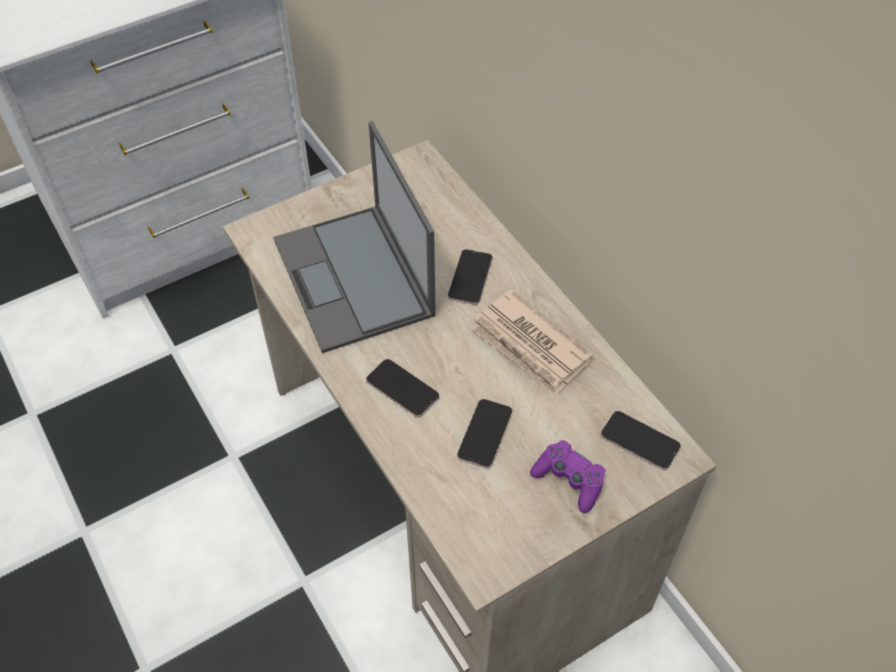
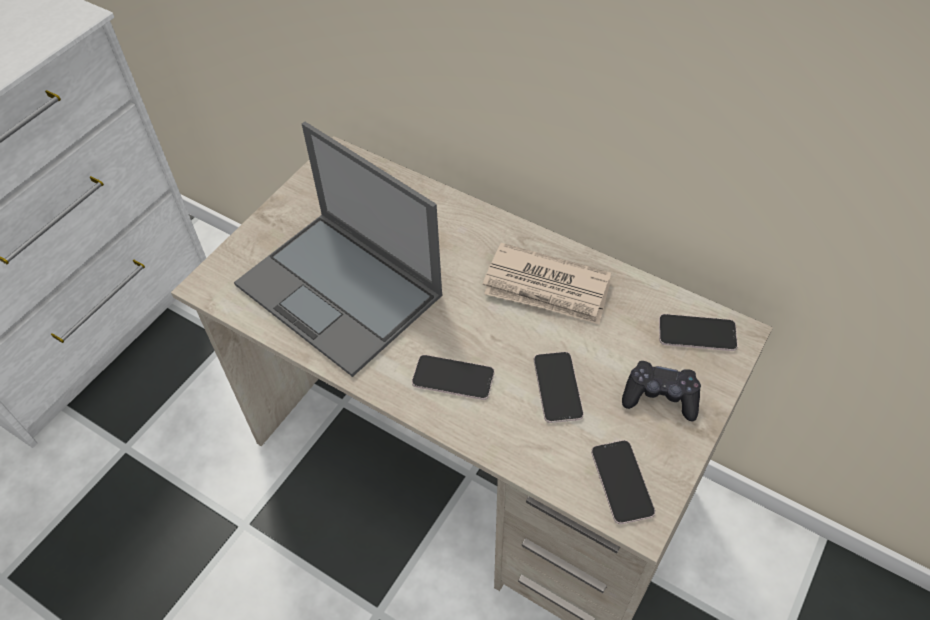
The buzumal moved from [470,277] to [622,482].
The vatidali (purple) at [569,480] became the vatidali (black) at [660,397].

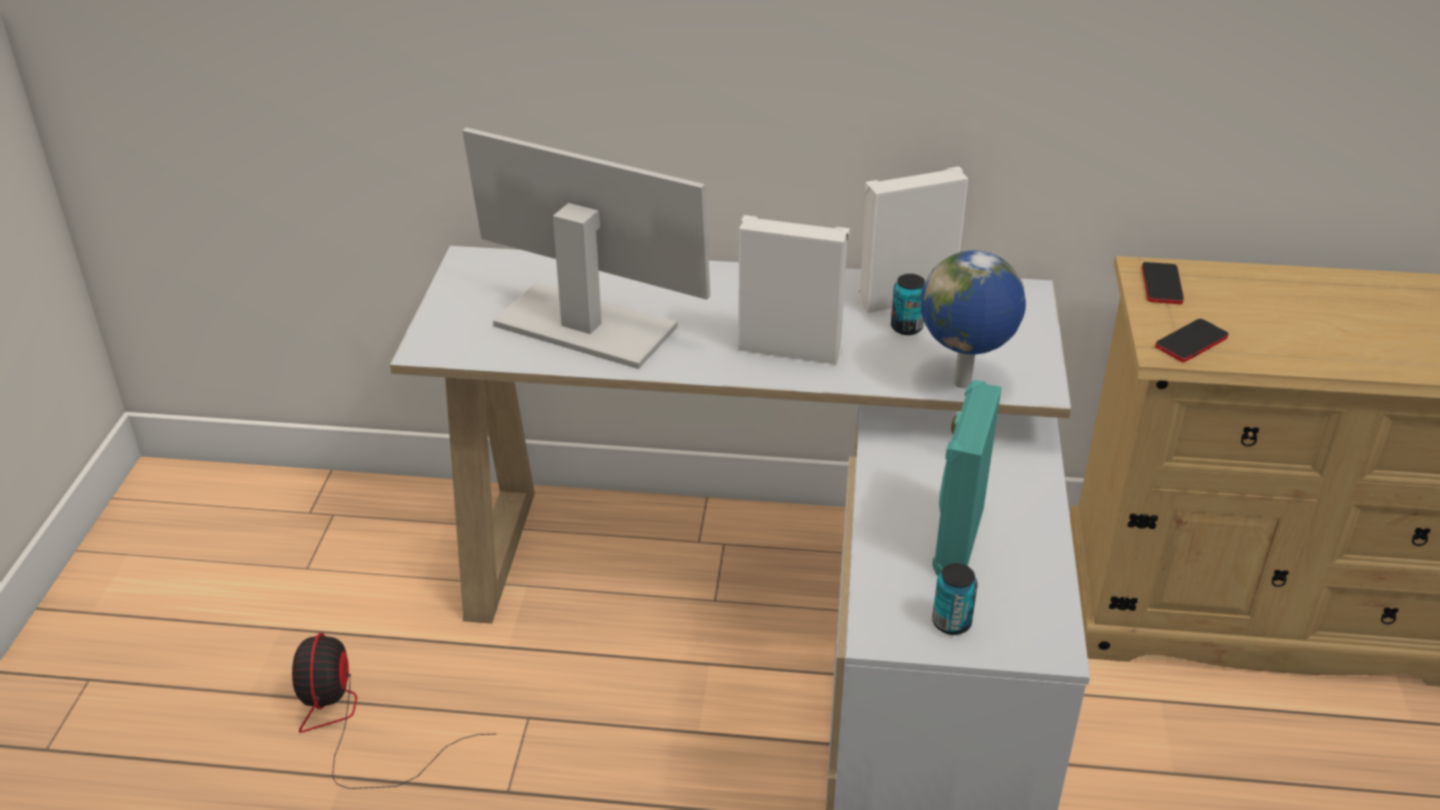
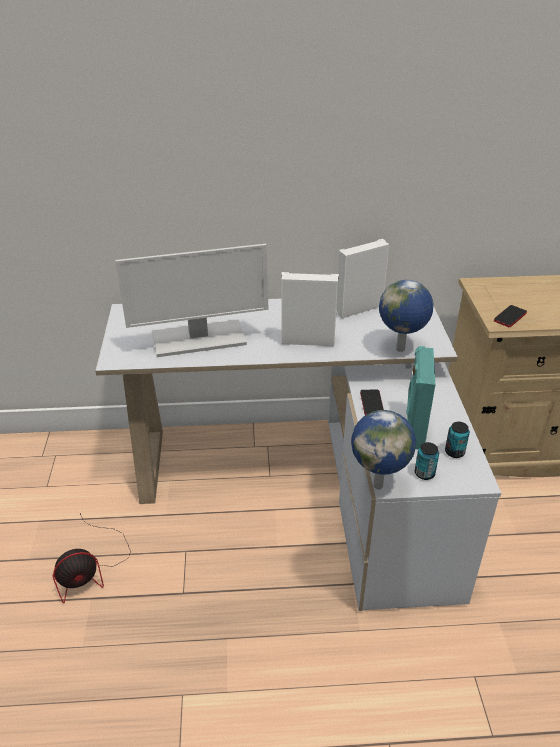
The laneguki at [353,726] turned 105 degrees counterclockwise.
The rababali at [587,326] turned 150 degrees clockwise.
The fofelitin moved from [906,327] to [454,452].
The buzumal moved from [1161,284] to [371,403].
The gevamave at [379,485] appeared.

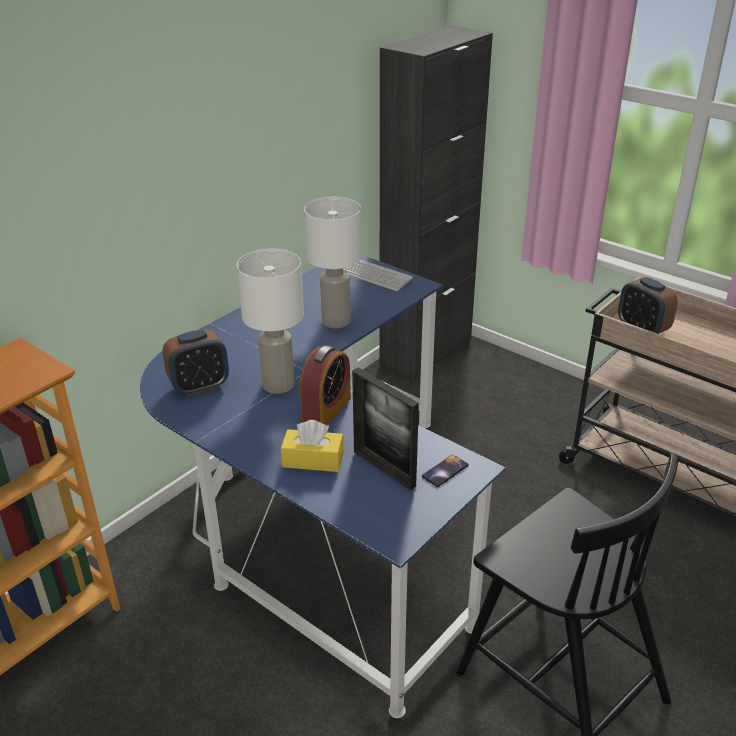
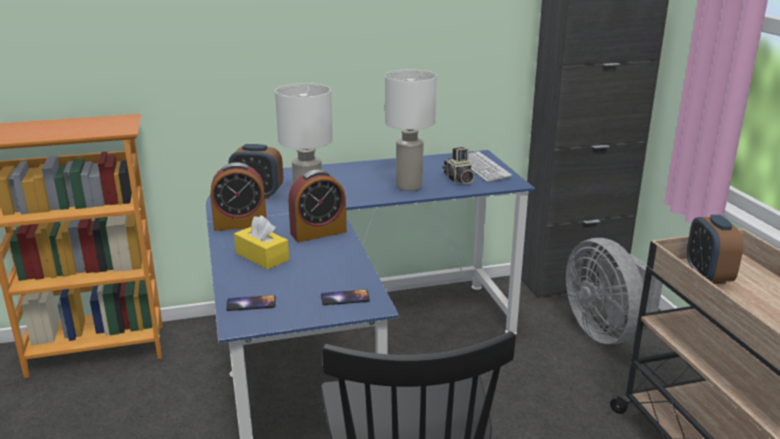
The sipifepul at [384,468] disappeared.
The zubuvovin at [240,224] appeared.
The buzumal at [251,303] appeared.
The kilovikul at [458,180] appeared.
The laneguki (grey) at [606,331] appeared.

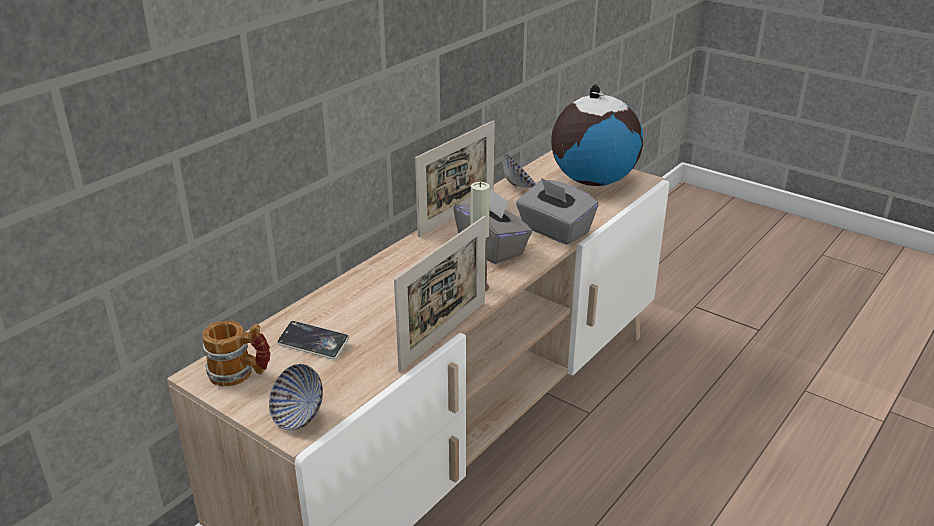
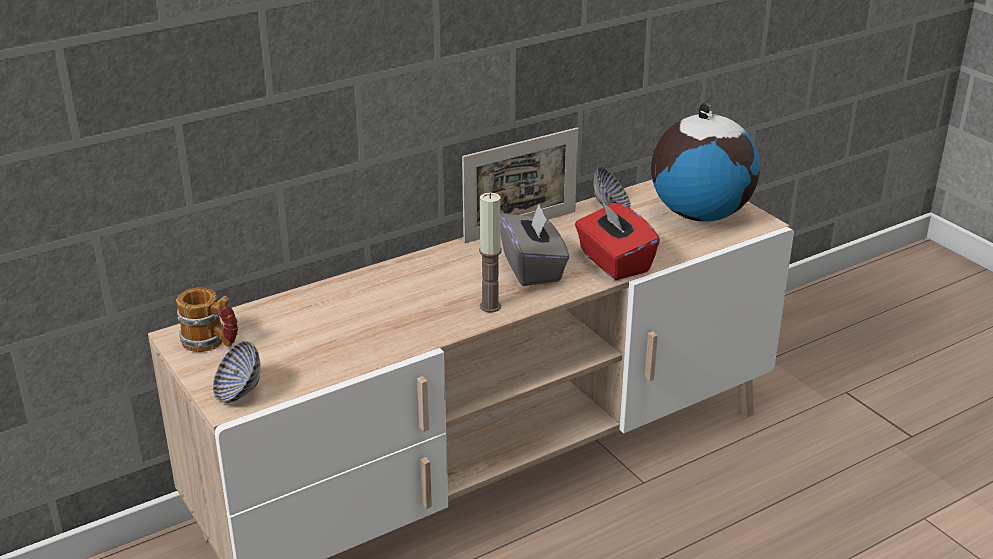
The buzumal at [313,344] disappeared.
The sipifepul at [444,335] disappeared.
The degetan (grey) at [554,231] became the degetan (red) at [614,262].

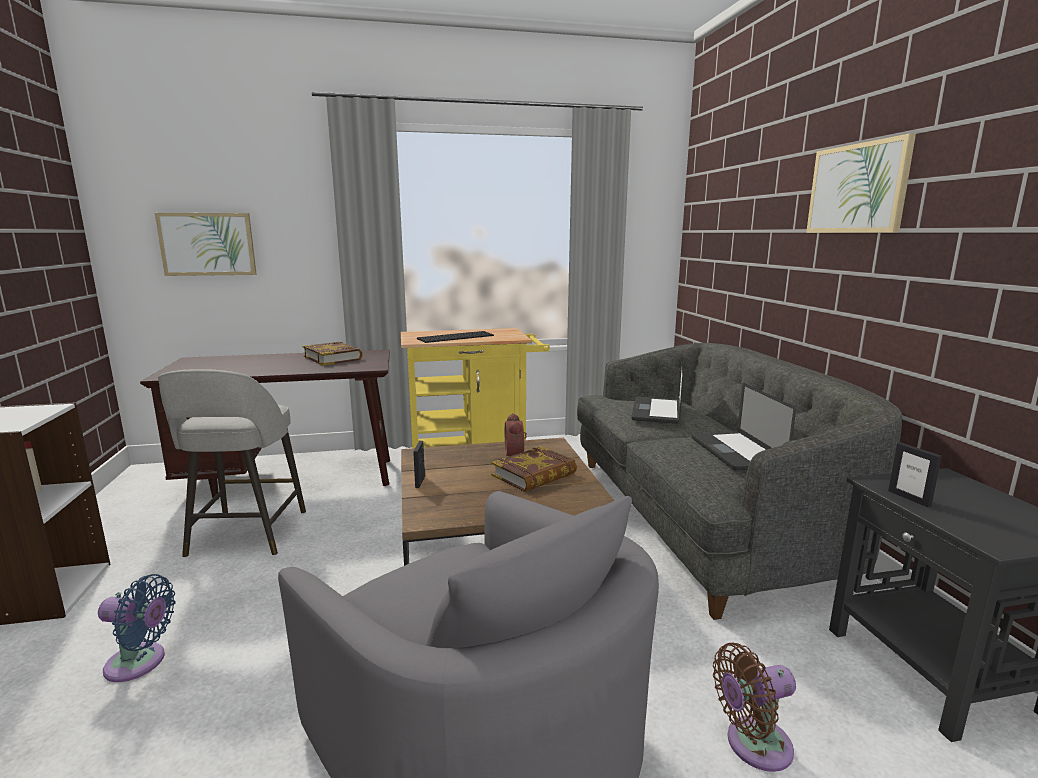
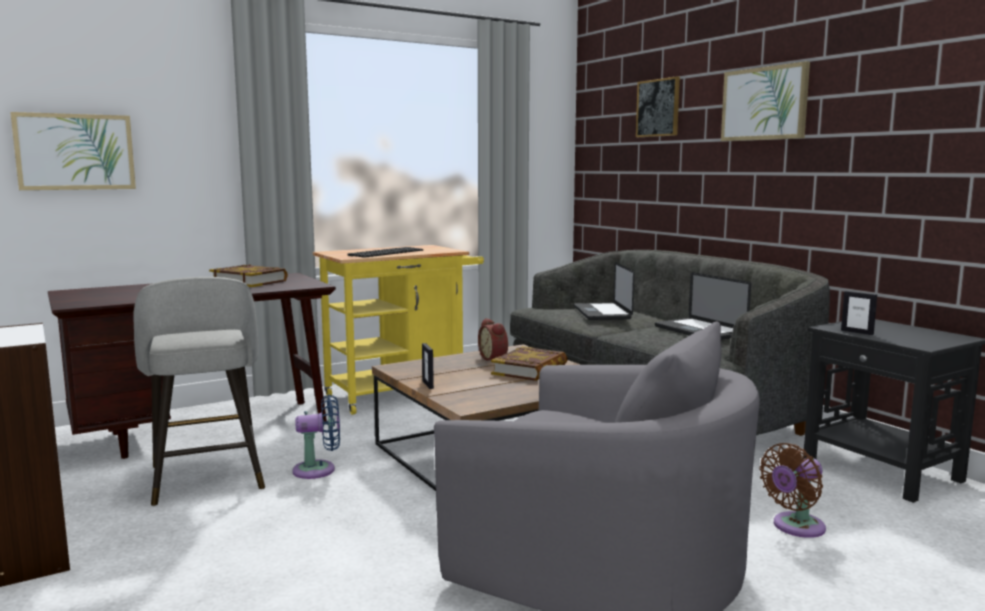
The laneguki (blue) moved from [140,663] to [319,470].
The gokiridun at [658,108] appeared.

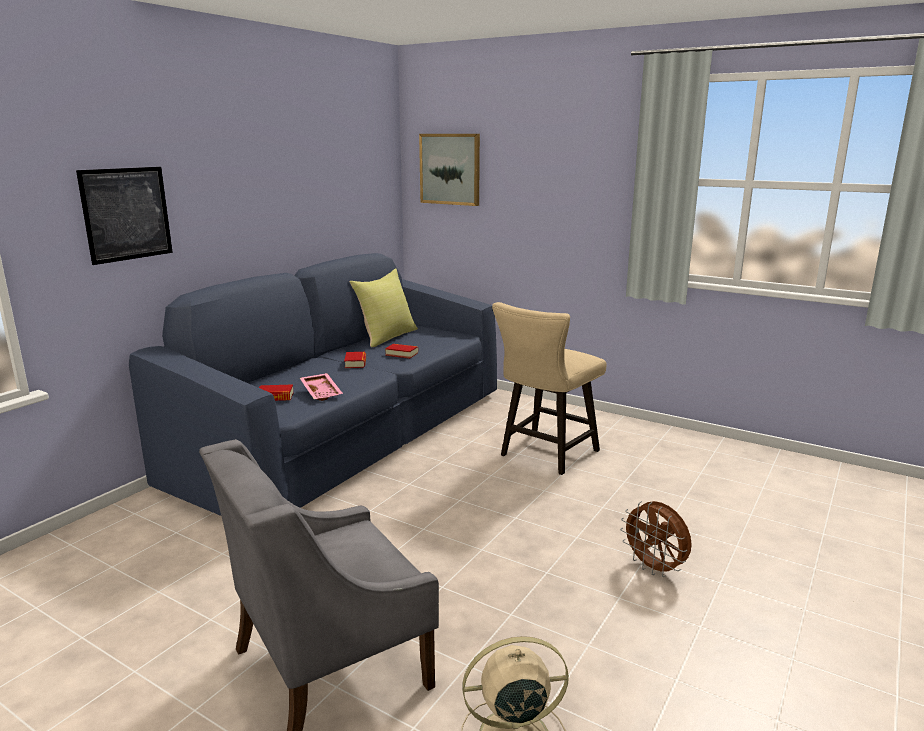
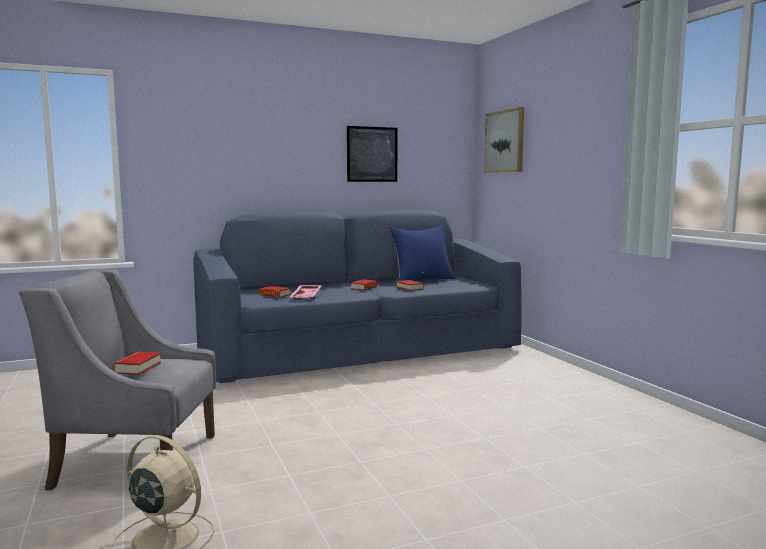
The gokiridun moved from [127,214] to [372,154].
The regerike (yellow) at [386,337] became the regerike (blue) at [422,280].
The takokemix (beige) at [545,455] disappeared.
The laneguki (brown) at [654,568] disappeared.
The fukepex at [138,368] appeared.

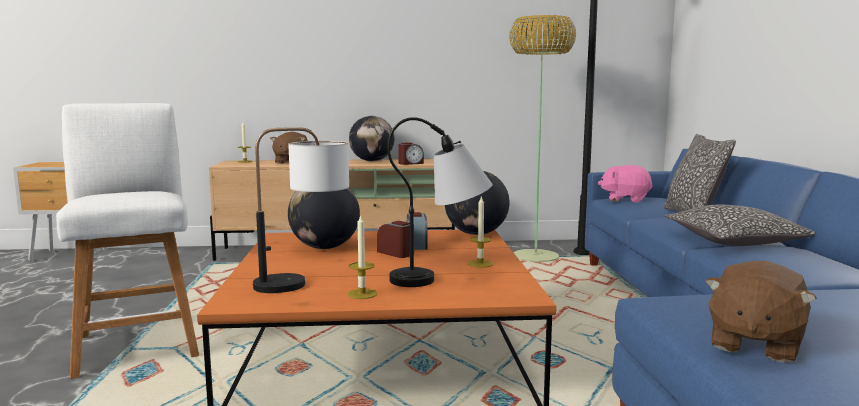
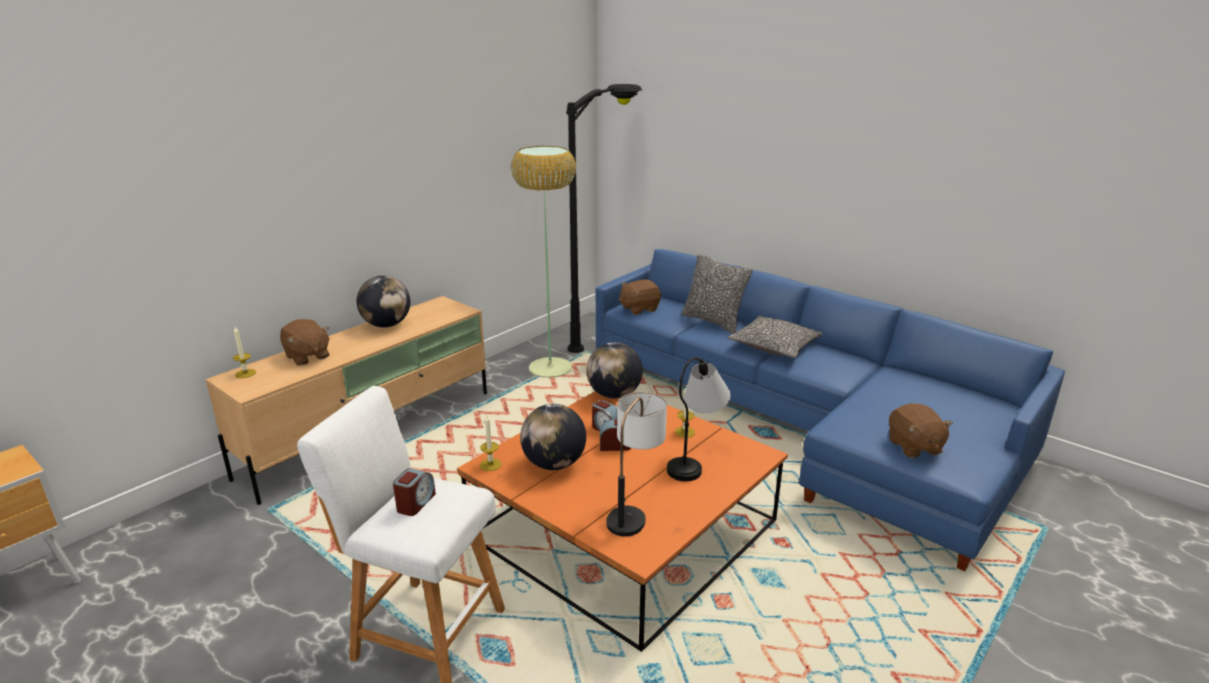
The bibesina moved from [362,294] to [490,464].
The zubuvovin moved from [410,163] to [415,503].
The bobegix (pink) at [625,199] became the bobegix (brown) at [639,309].

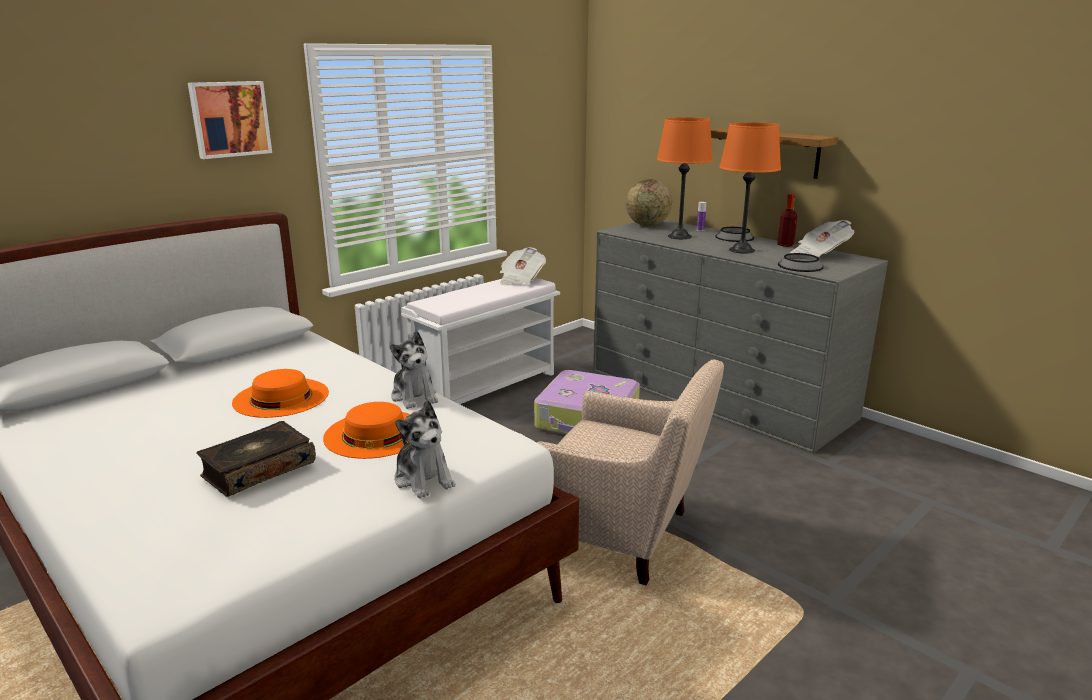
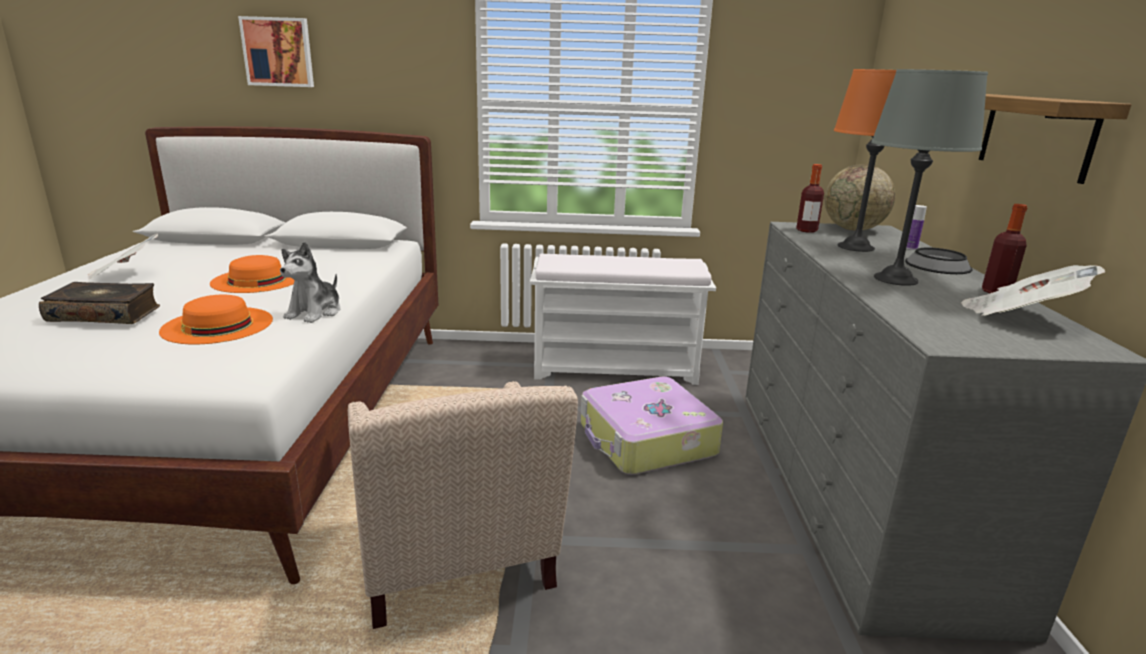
The gokiridun moved from [229,119] to [278,52].
The bobegix at [424,479] disappeared.
The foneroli moved from [520,280] to [124,275].
The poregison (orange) at [742,250] became the poregison (grey) at [895,279].
The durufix at [800,266] disappeared.
The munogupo at [806,230] appeared.

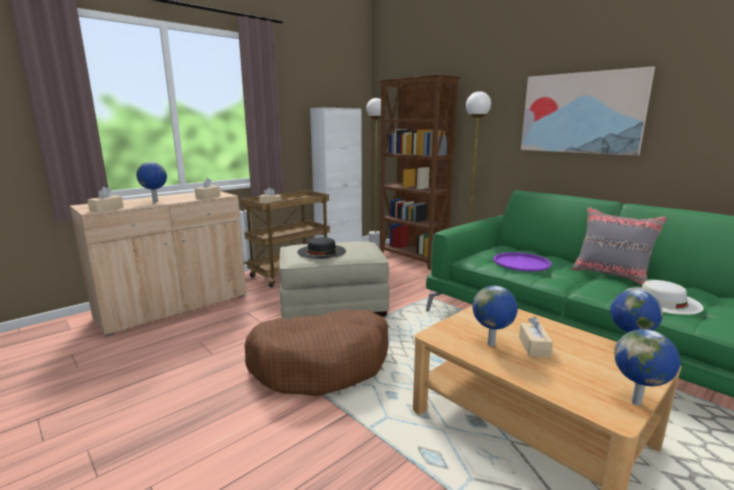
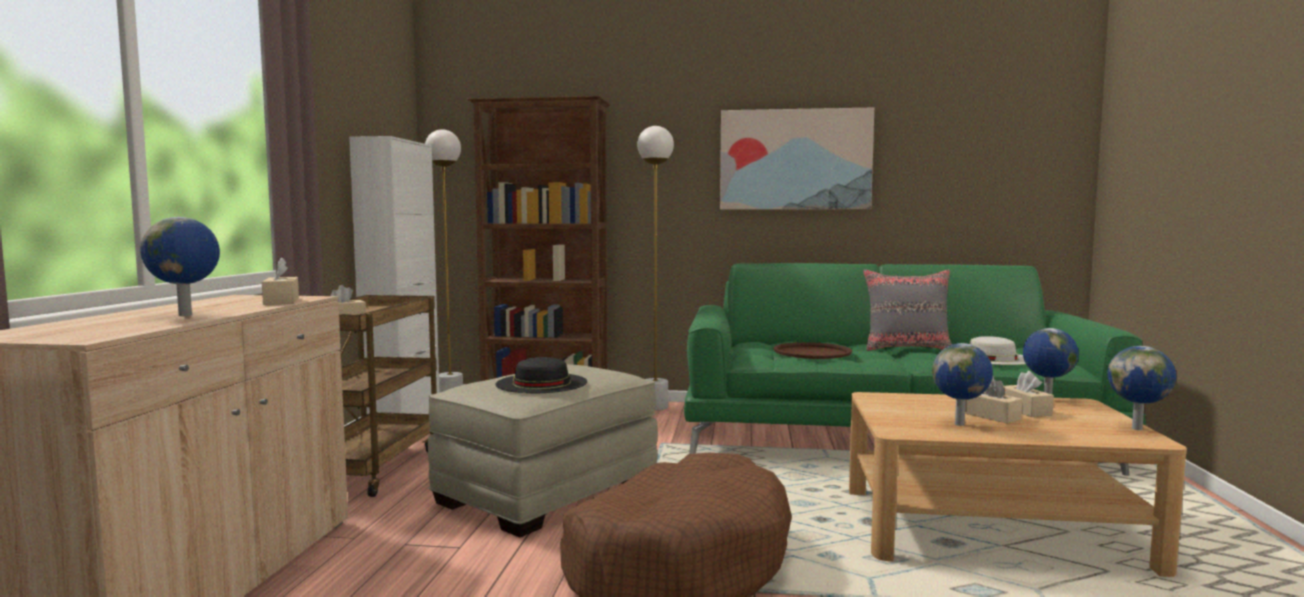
The degetan (beige) moved from [106,209] to [1024,410].
The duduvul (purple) at [521,262] became the duduvul (brown) at [812,352].

